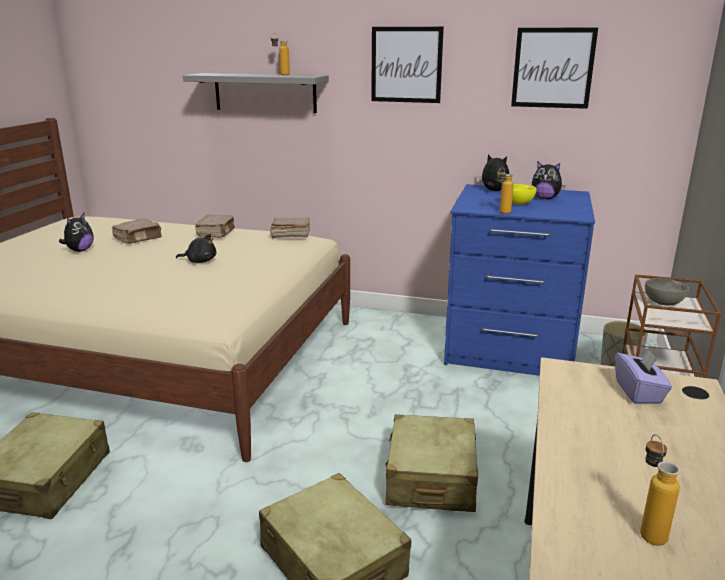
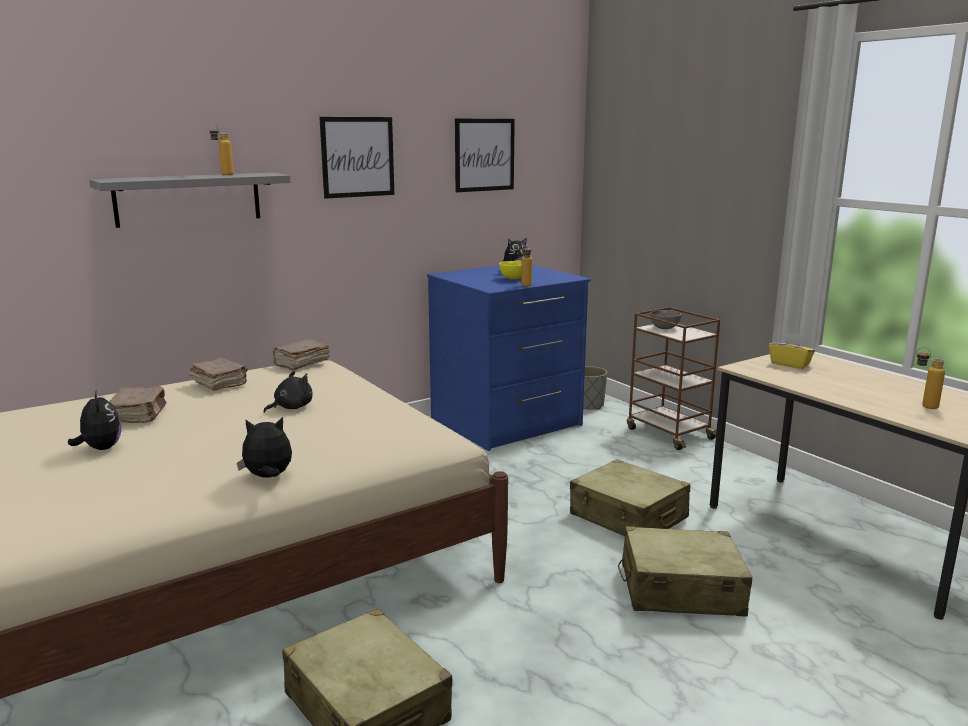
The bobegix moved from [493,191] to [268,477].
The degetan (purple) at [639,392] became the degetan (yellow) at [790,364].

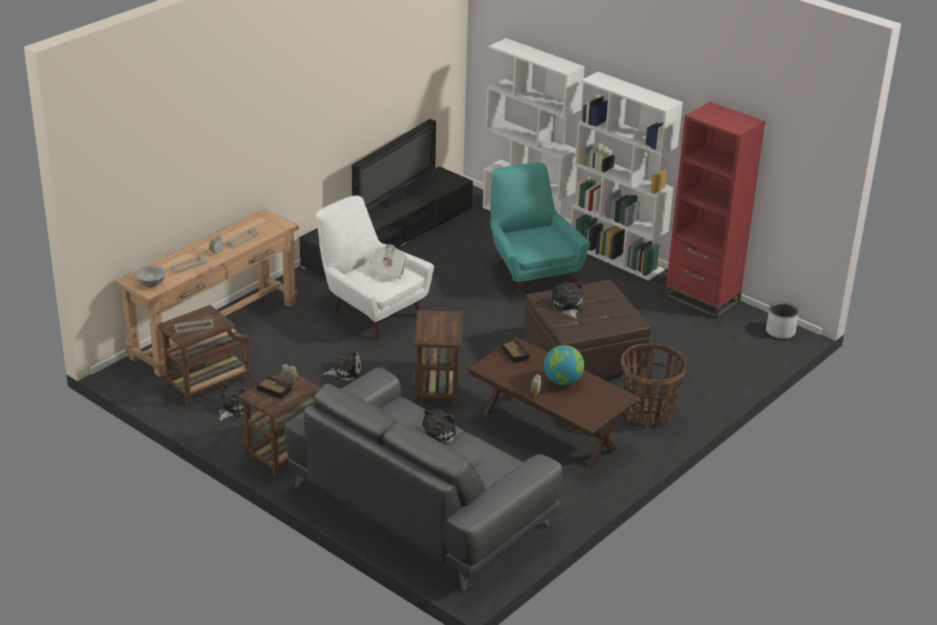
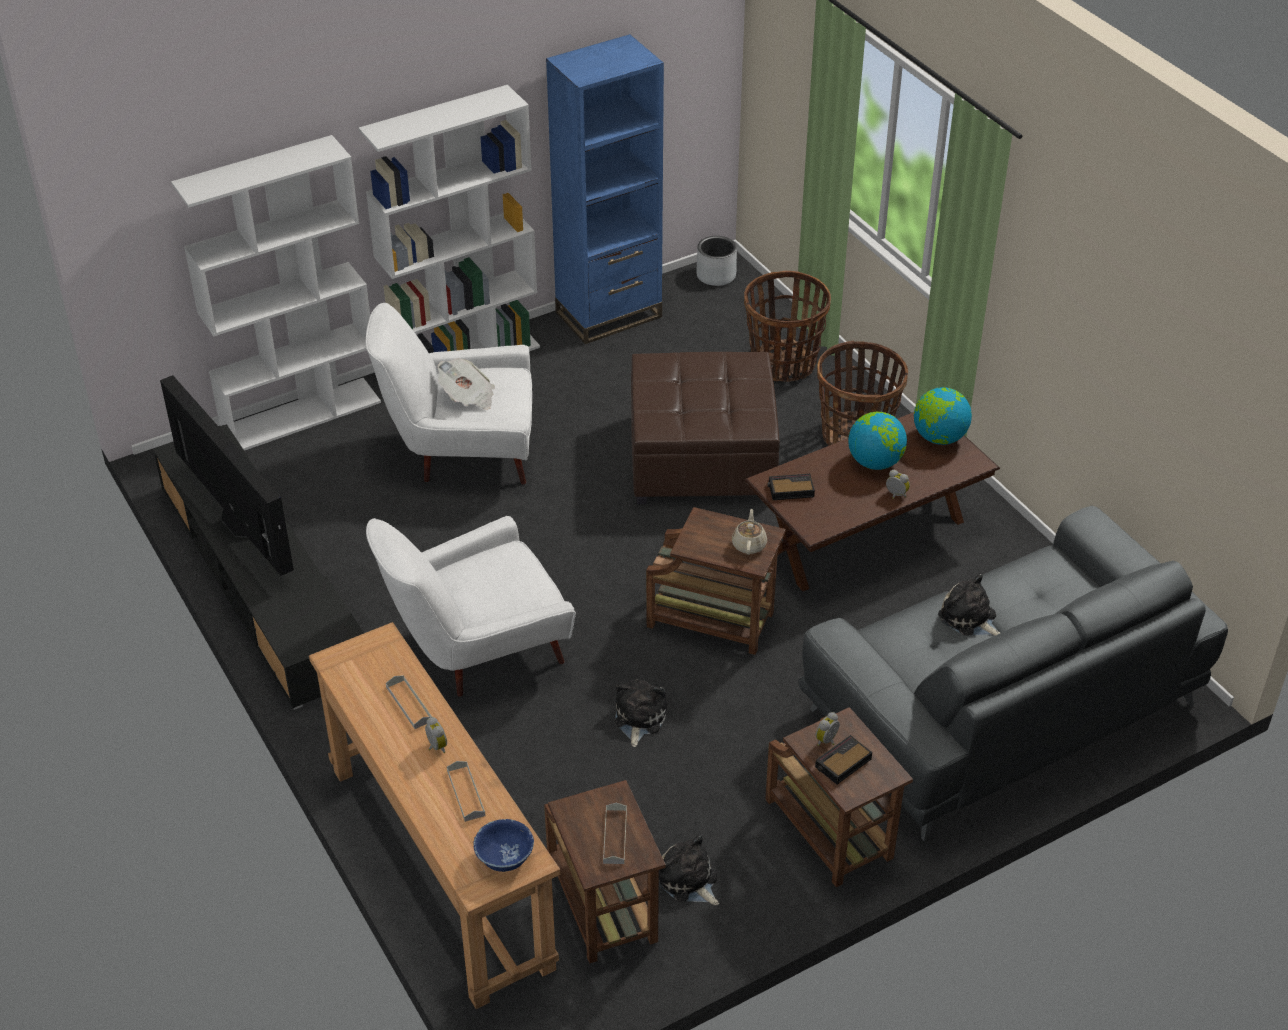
The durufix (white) at [151,283] became the durufix (blue) at [505,857].
The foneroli moved from [387,273] to [468,397].
The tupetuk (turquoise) at [530,274] became the tupetuk (white) at [463,453].
The bobegix at [567,306] disappeared.
The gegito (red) at [702,298] became the gegito (blue) at [609,314].
The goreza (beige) at [749,544] appeared.
The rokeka at [783,364] appeared.
The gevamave at [939,437] appeared.

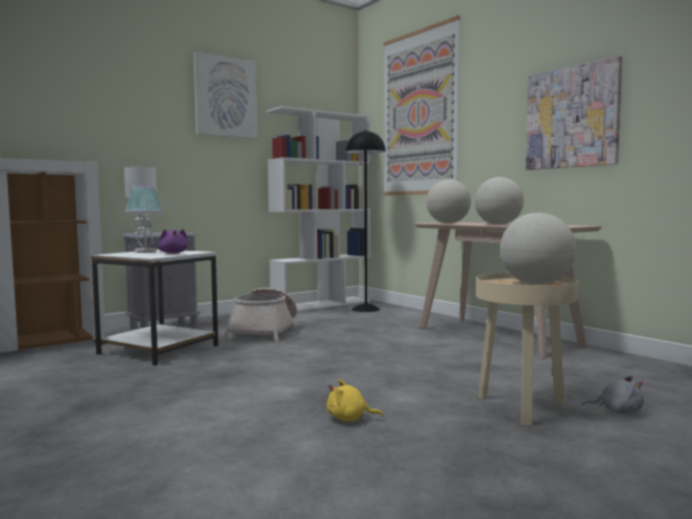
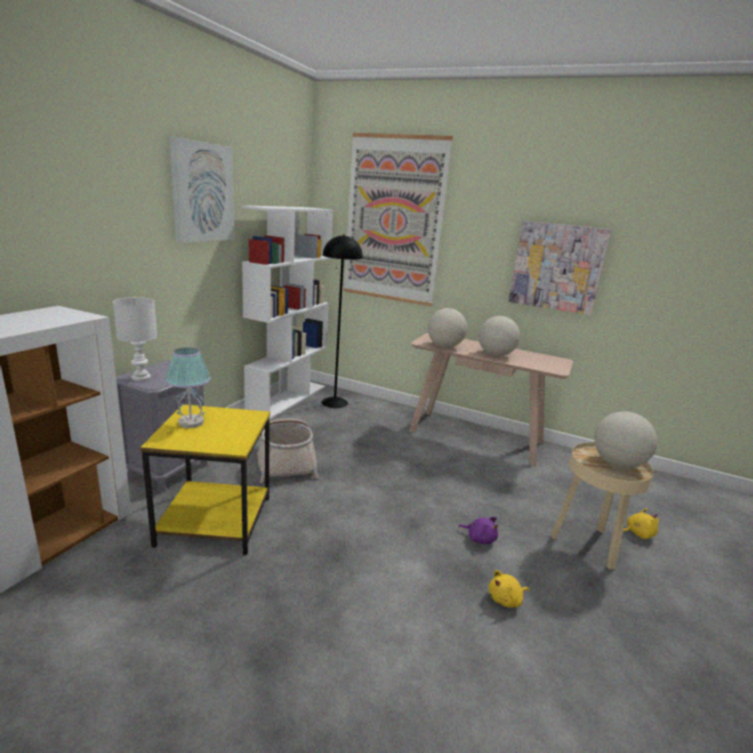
The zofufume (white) at [158,349] became the zofufume (yellow) at [214,520].
The bobegix (purple) moved from [173,253] to [479,538].
The bobegix (grey) at [617,411] became the bobegix (yellow) at [637,533].

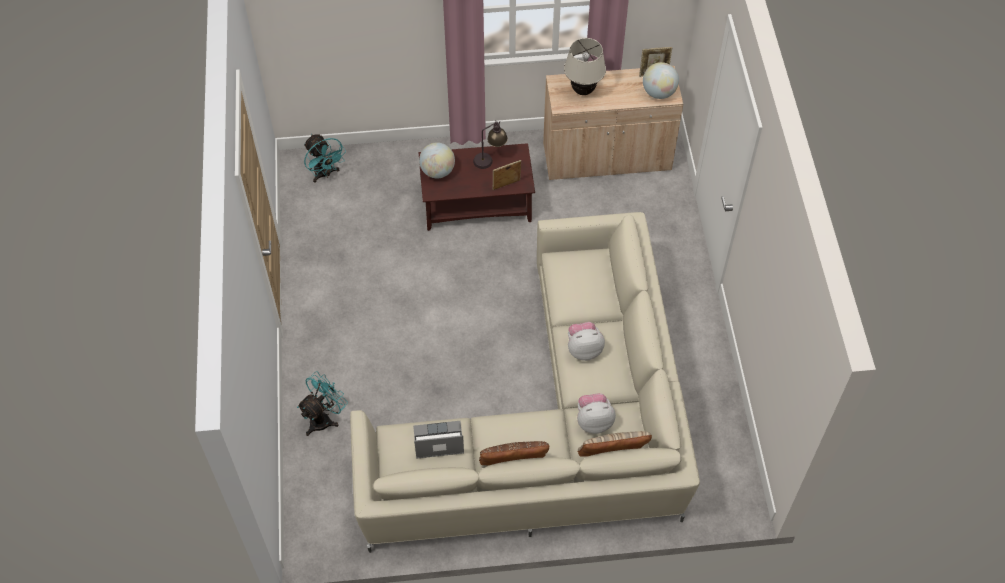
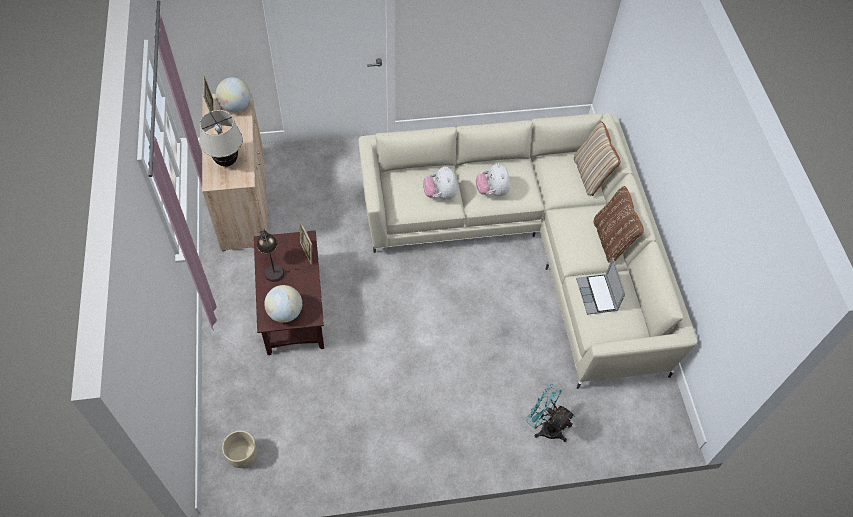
The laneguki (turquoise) at [325,174] was replaced by the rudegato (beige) at [242,455].
The bobegix moved from [594,421] to [440,194].

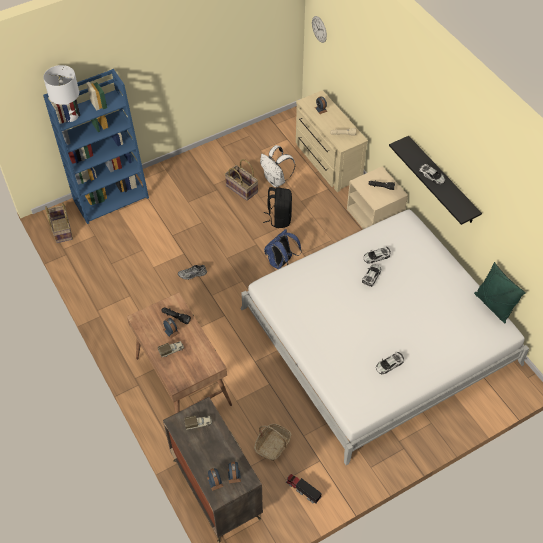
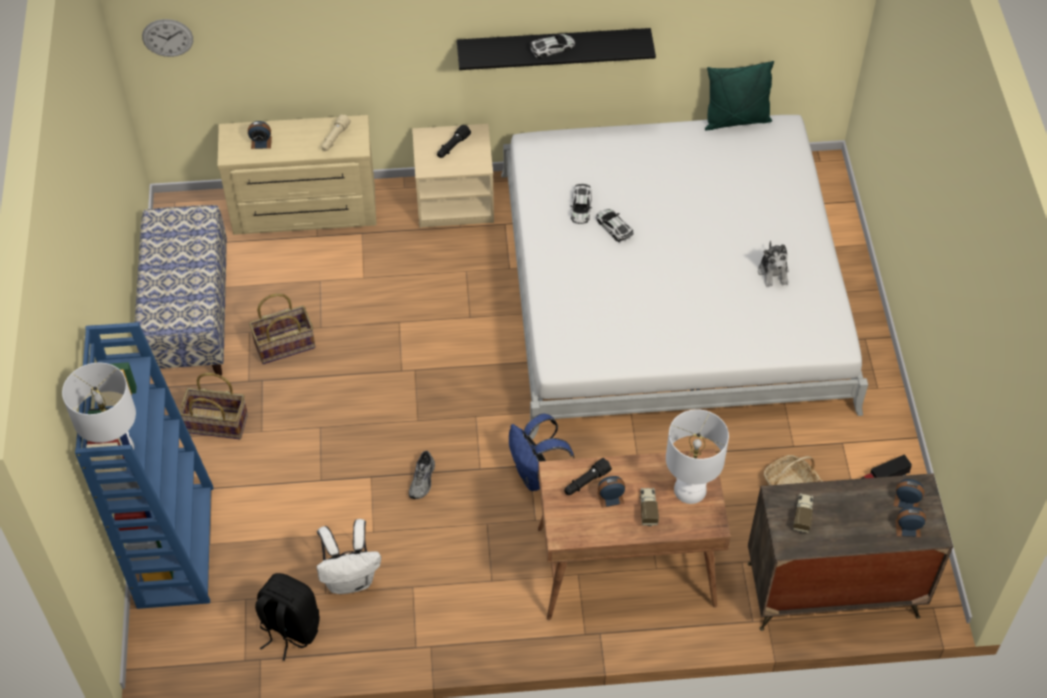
The rokeka moved from [61,230] to [216,424].
The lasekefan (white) moved from [276,180] to [351,579].
The lasekefan (black) moved from [279,218] to [289,629].
The lasekefan (blue) moved from [281,263] to [536,475].
The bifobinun at [389,365] was replaced by the bobegix at [773,272].
The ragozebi at [189,316] appeared.
The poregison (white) at [690,489] appeared.

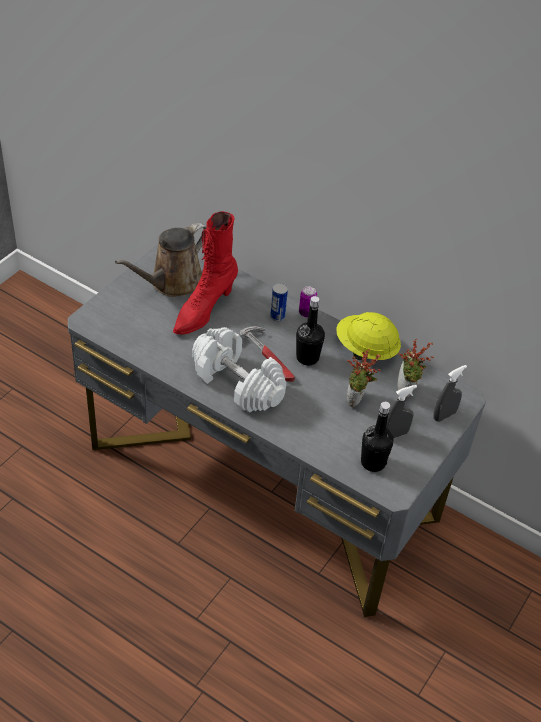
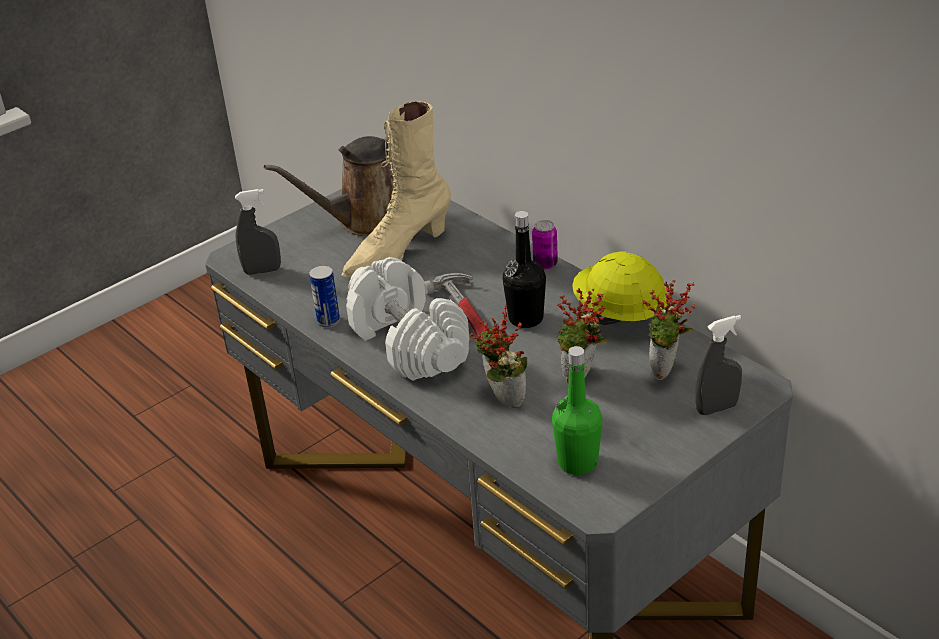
The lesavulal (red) at [204,310] became the lesavulal (beige) at [398,253].
The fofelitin moved from [277,316] to [328,321].
The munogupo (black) at [373,462] became the munogupo (green) at [577,462].
The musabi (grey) moved from [395,434] to [262,271].
The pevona at [502,400] appeared.

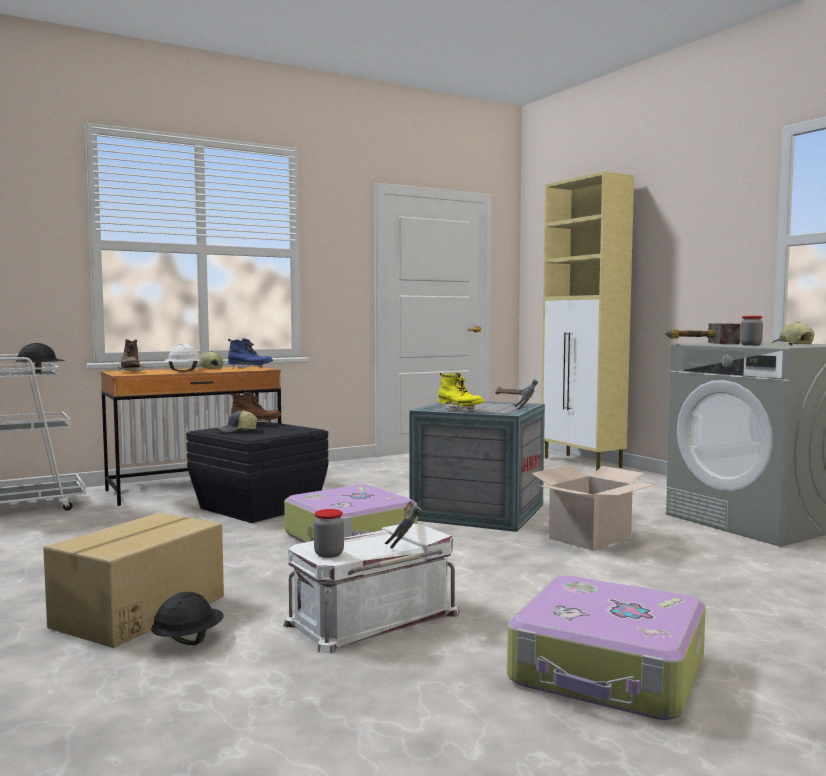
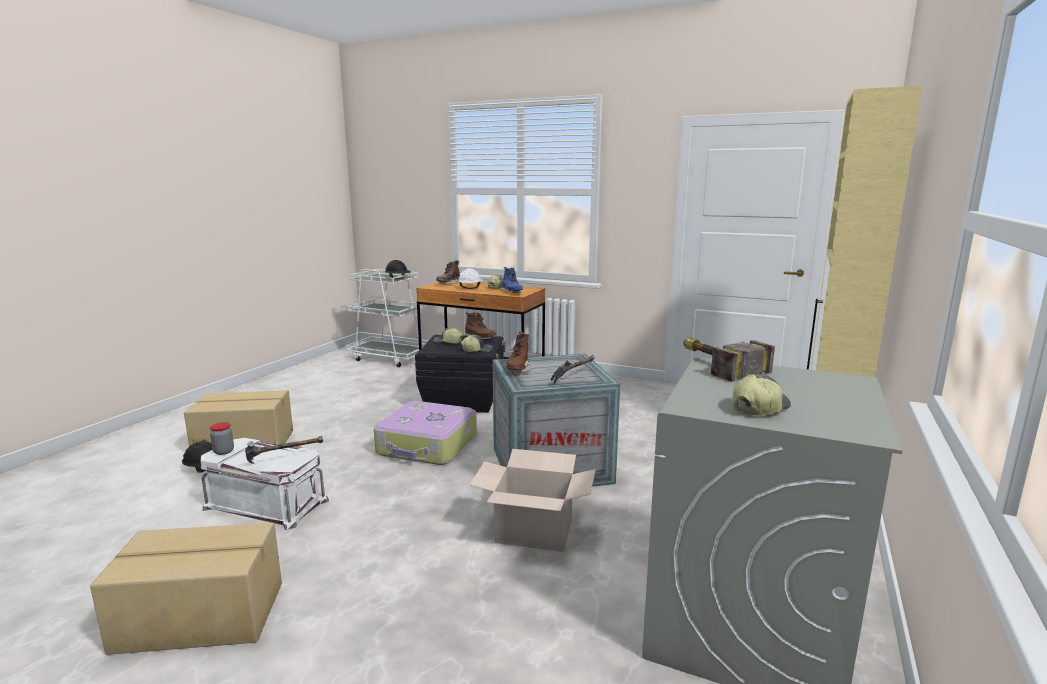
The lesavulal (yellow) at [460,410] became the lesavulal (brown) at [518,370].
The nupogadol at [609,671] was replaced by the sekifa at [200,618].
The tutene at [750,345] disappeared.
The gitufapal at [477,350] appeared.

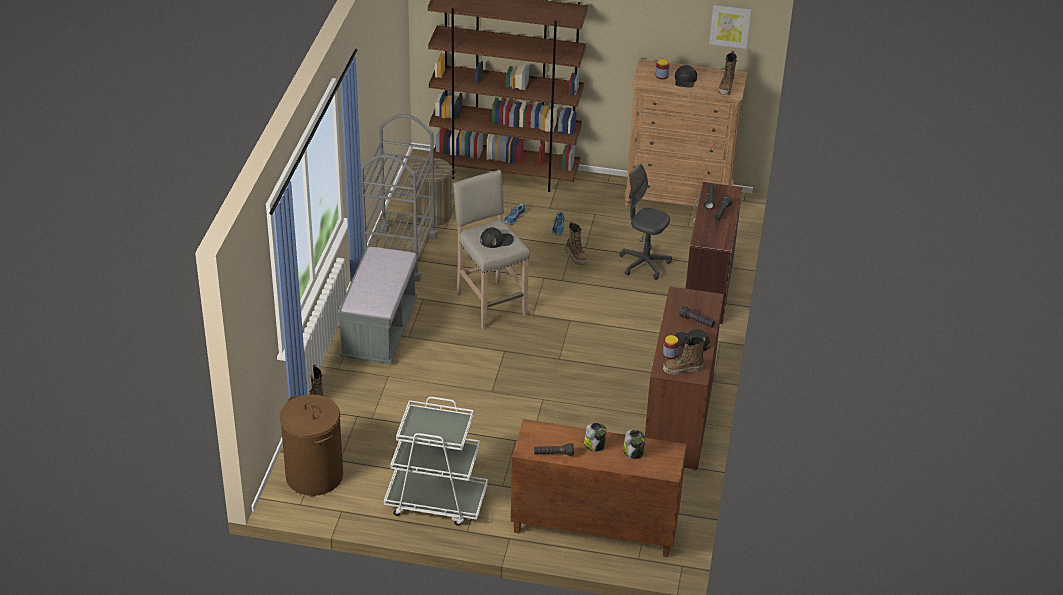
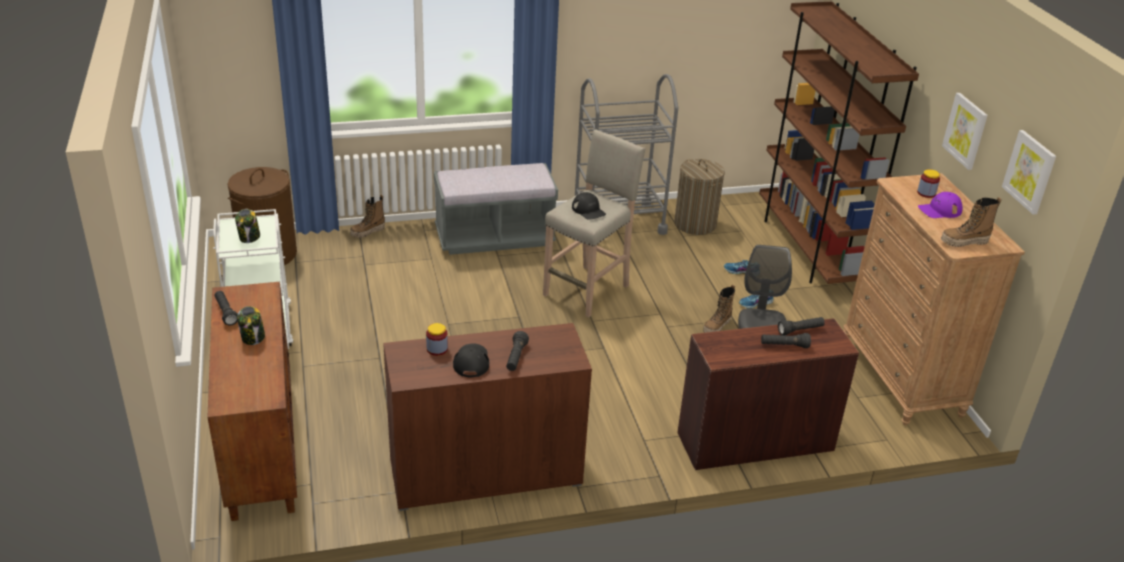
The tutene moved from [633,452] to [249,237].
The lesavulal at [682,369] disappeared.
The gitufapal (black) at [685,80] became the gitufapal (purple) at [939,210].
The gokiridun at [965,130] appeared.

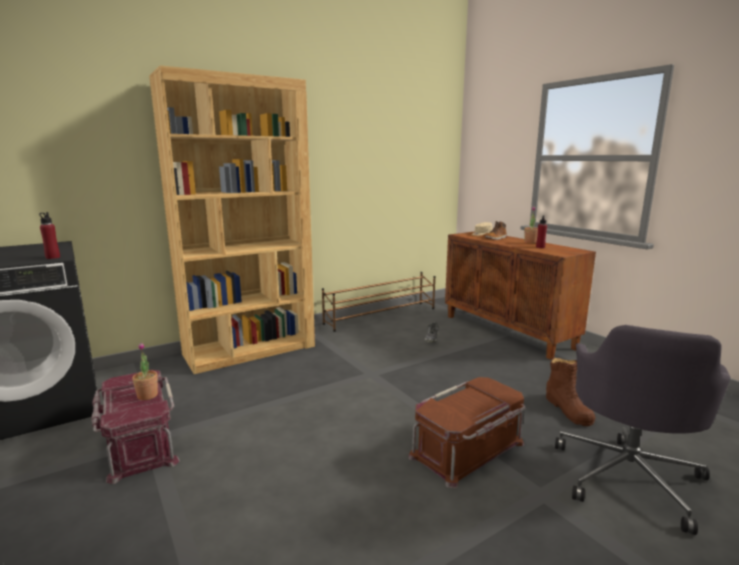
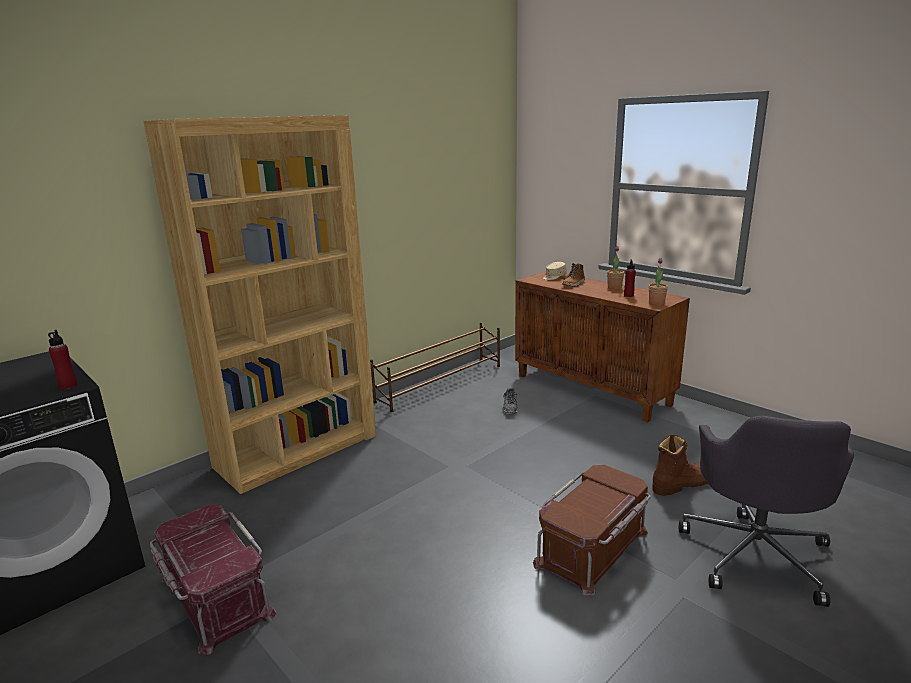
The pevona moved from [147,395] to [656,303].
The lesavulal (brown) at [568,410] turned 90 degrees counterclockwise.

